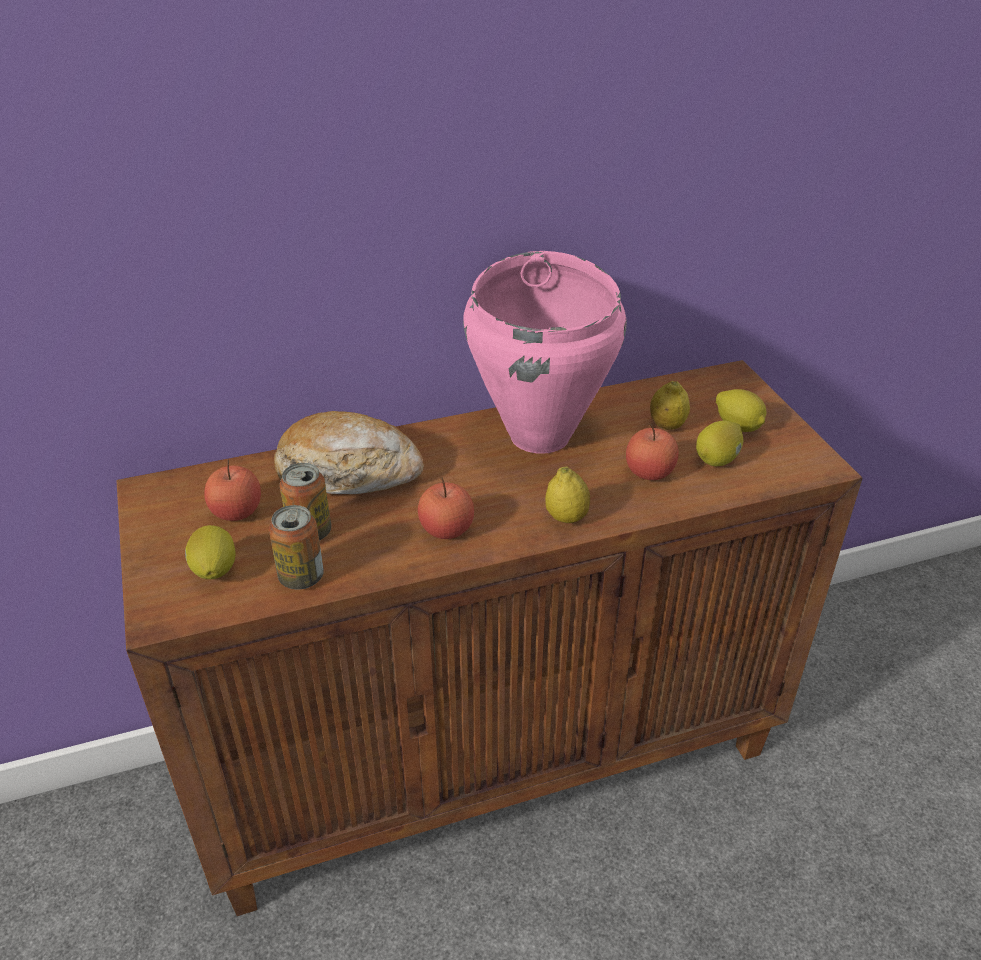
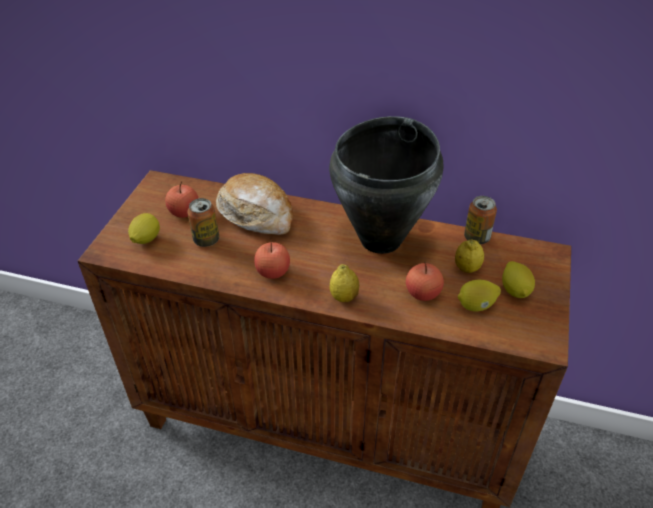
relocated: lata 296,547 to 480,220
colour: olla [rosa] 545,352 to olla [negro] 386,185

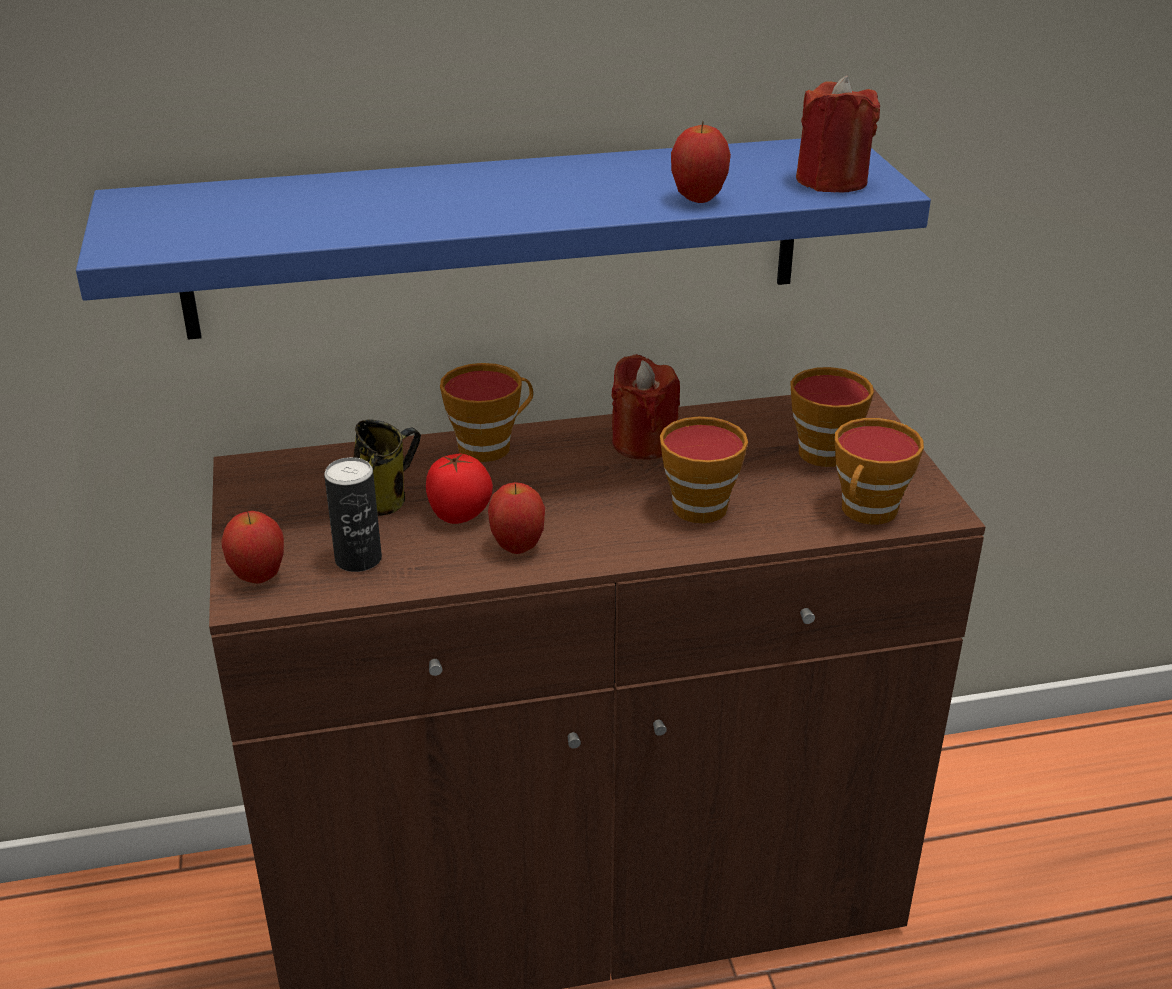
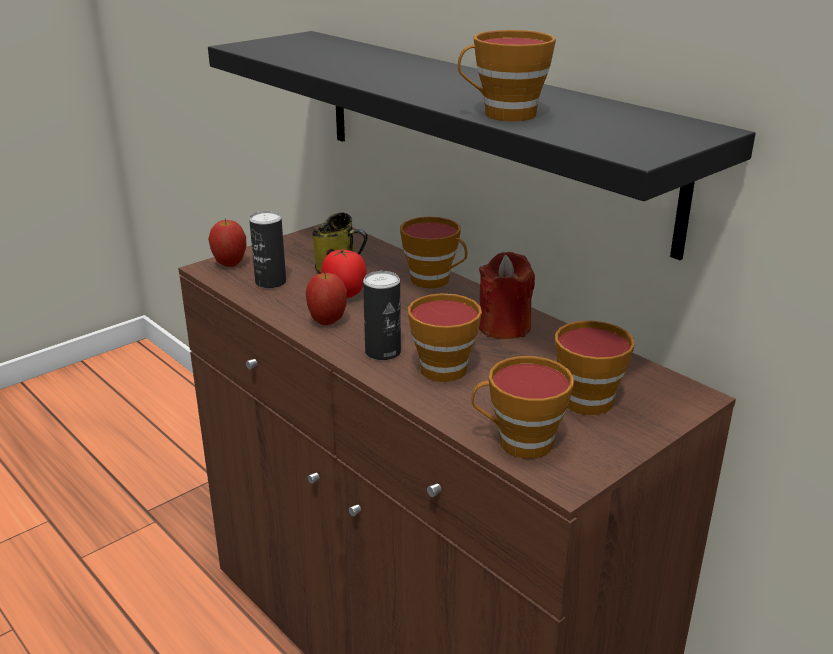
missing: vela [rojo] 838,134
appeared: lata 382,315
exchanged: manzana 701,162 to taza 507,75
colour: estante [azul] 503,239 to estante [negro] 481,145

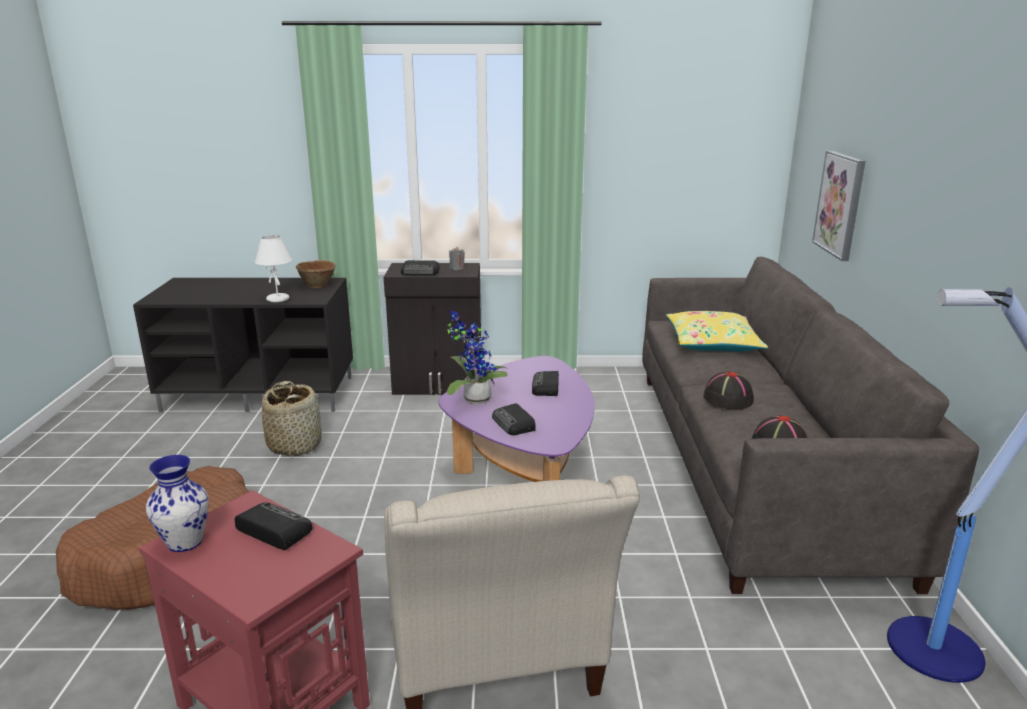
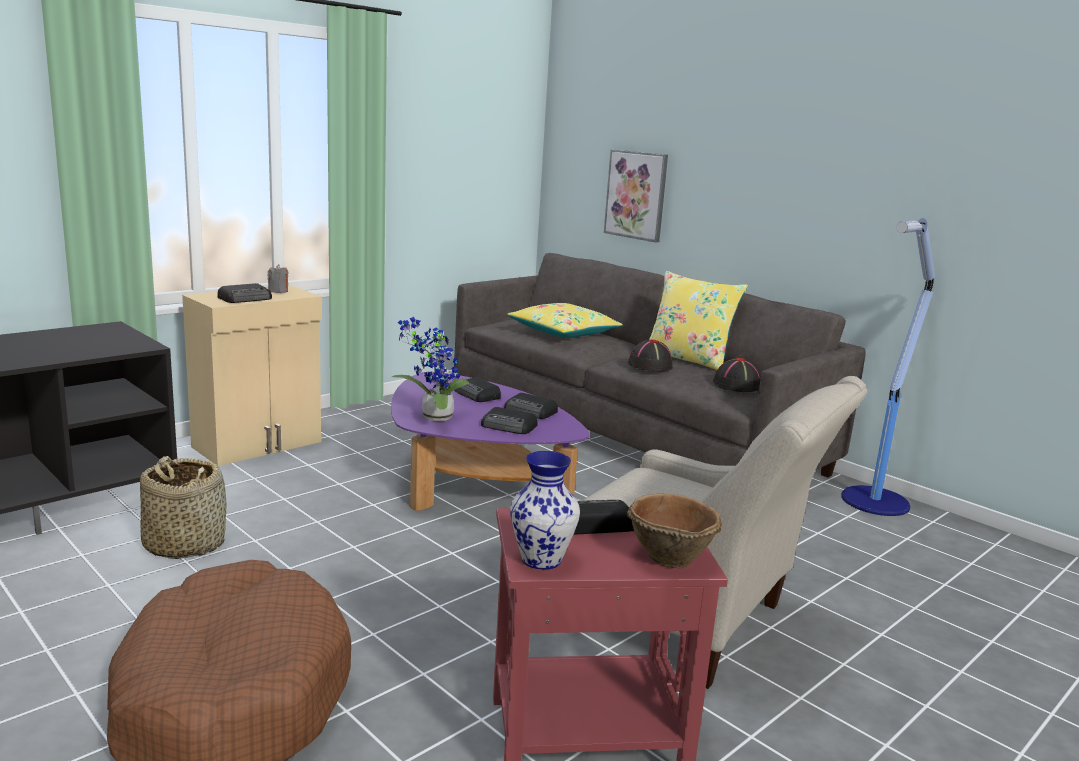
missing: lámpara de mesa [blanco] 273,268
appeared: radio 531,406; cojín [amarillo] 698,320
relocated: cuenco [marrón] 316,274 to 674,531
colour: armario [negro] 432,329 to armario [beis] 252,375

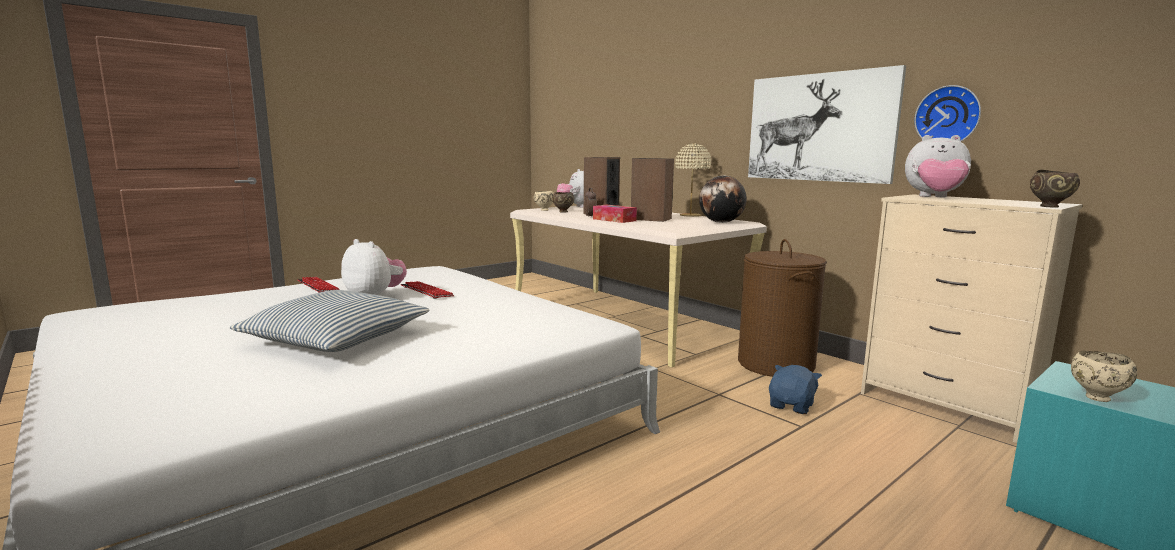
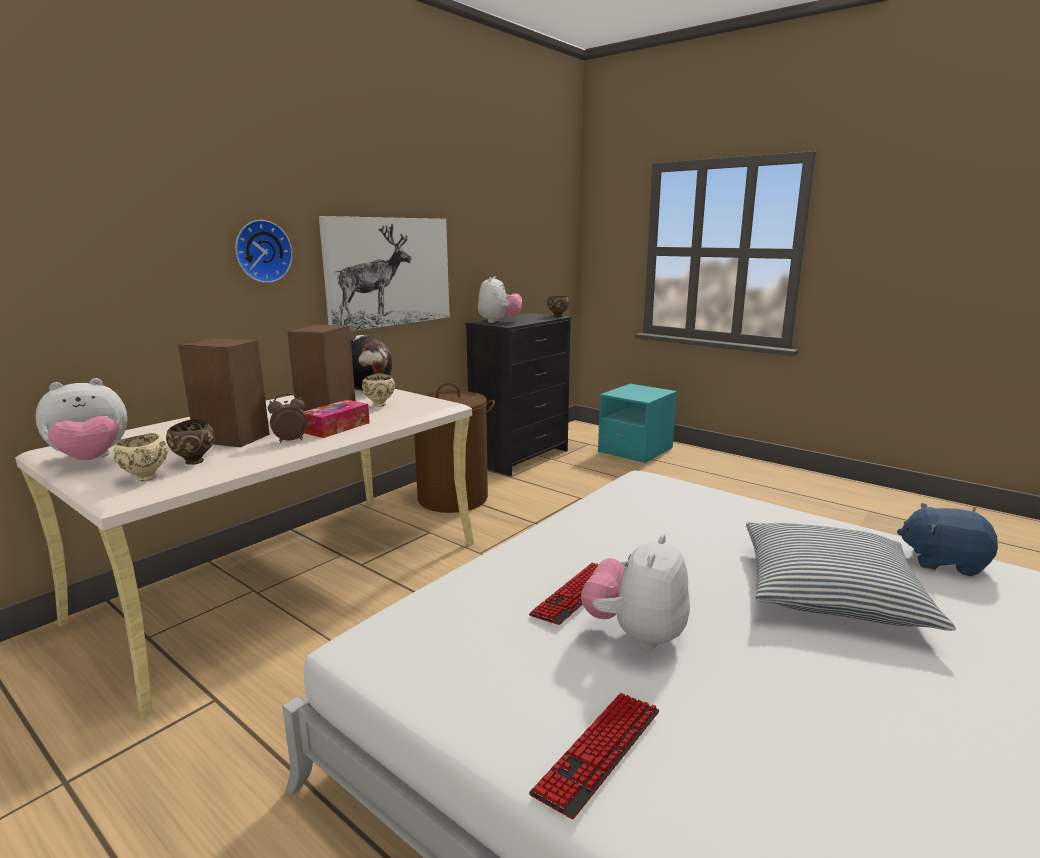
missing: lámpara de mesa [beis] 693,180
relocated: reloj de pared 947,113 to 264,251; cuenco [beis] 1104,376 to 378,390; peluche [azul] 795,389 to 947,539
colour: cómoda [beis] 971,318 to cómoda [negro] 518,394

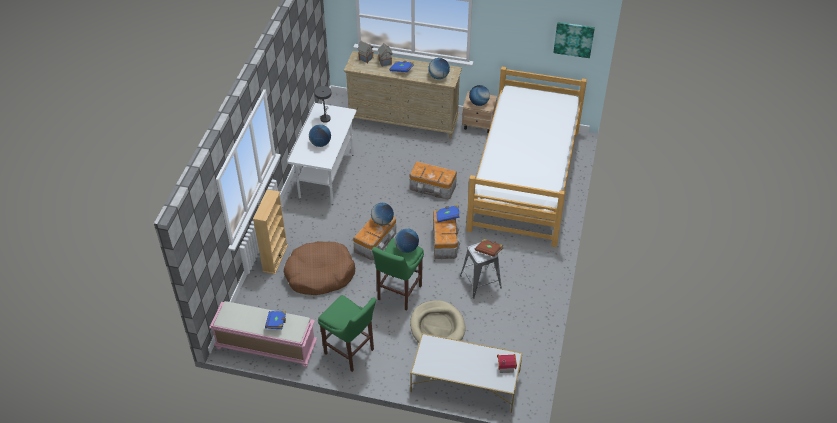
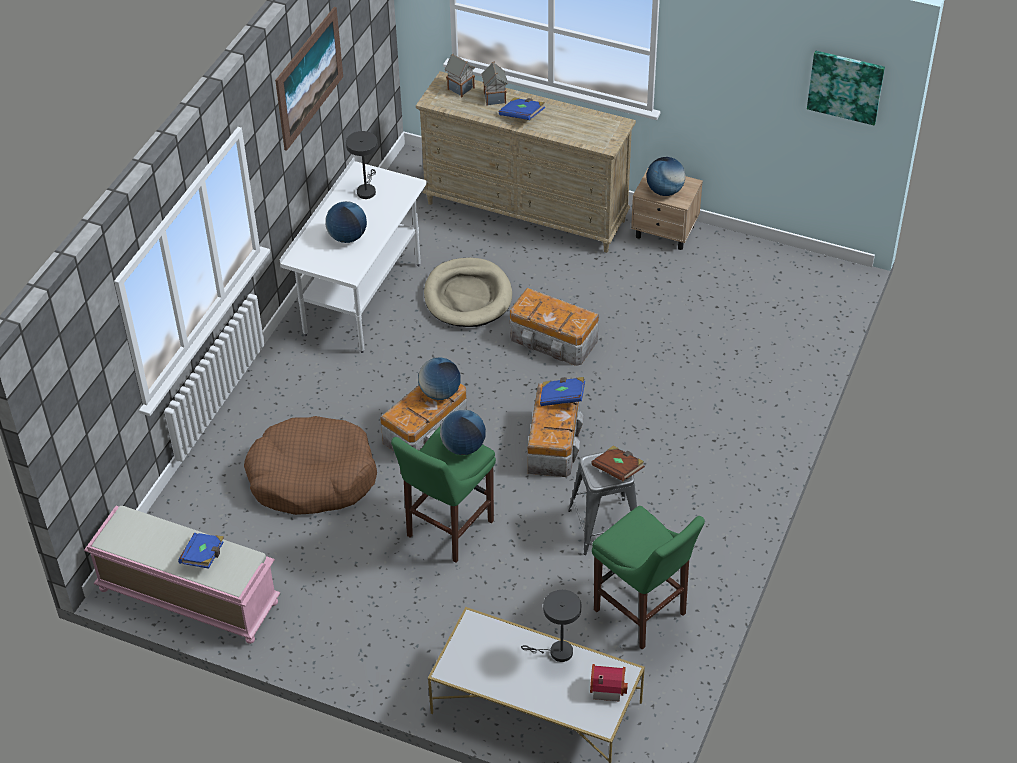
missing: estantería [beis] 270,231; globo terráqueo 439,68; cama 526,157
appeared: cuadro 309,79; lámpara de mesa [gris] 551,626
relocated: cama para perro [beis] 438,321 to 468,292; taburete [verde] 347,333 to 648,578

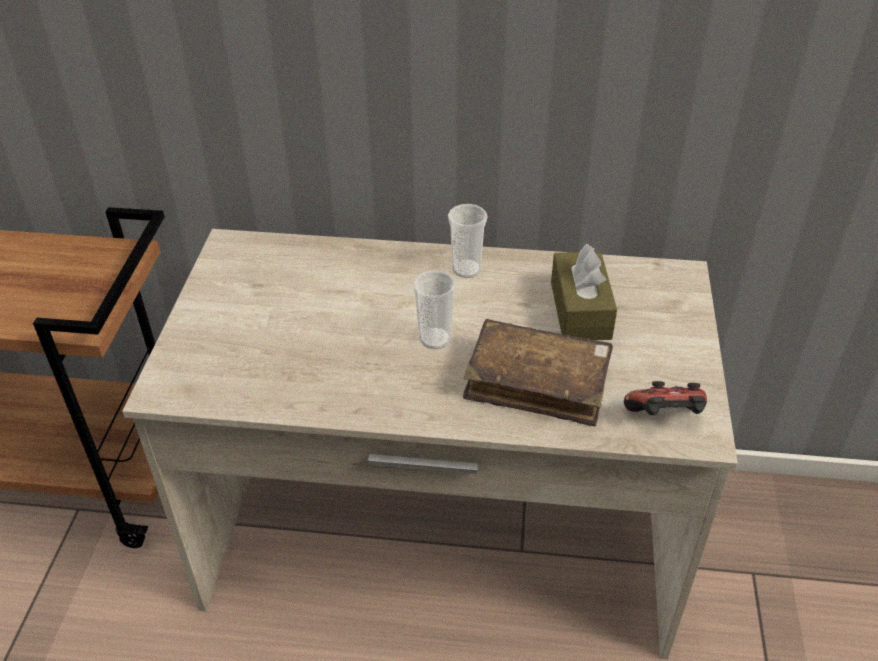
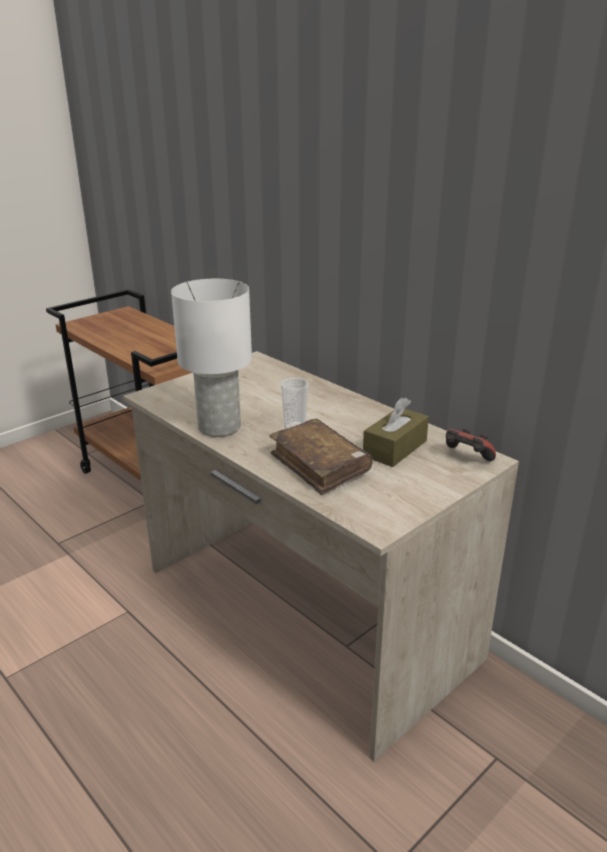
missing: taza 468,241
appeared: lámpara de mesa [blanco] 211,358
relocated: mando de consola 665,398 to 471,445

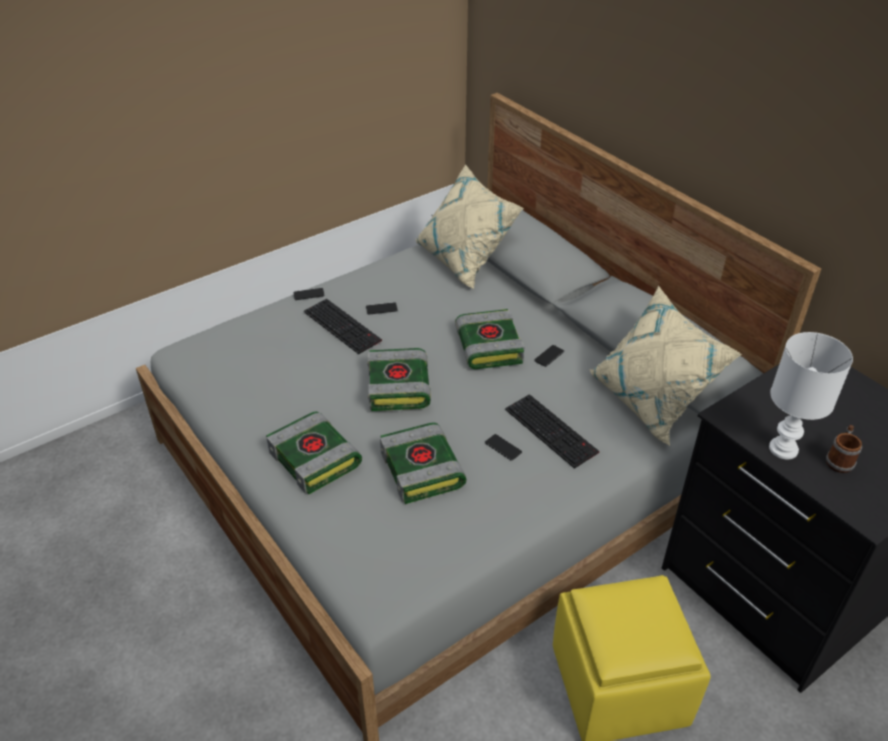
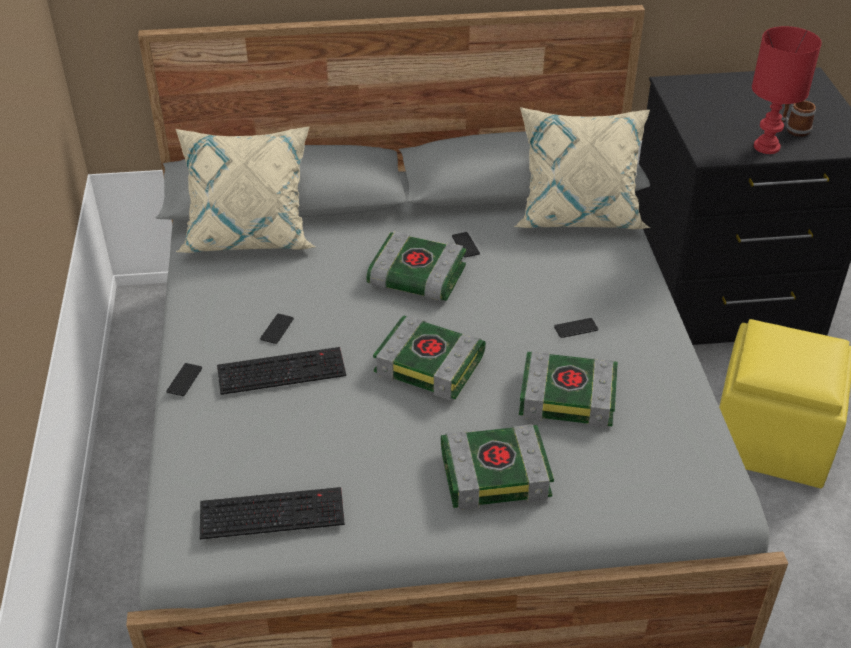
relocated: teclado 552,431 to 272,513
colour: lámpara de mesa [blanco] 811,395 to lámpara de mesa [rojo] 787,90

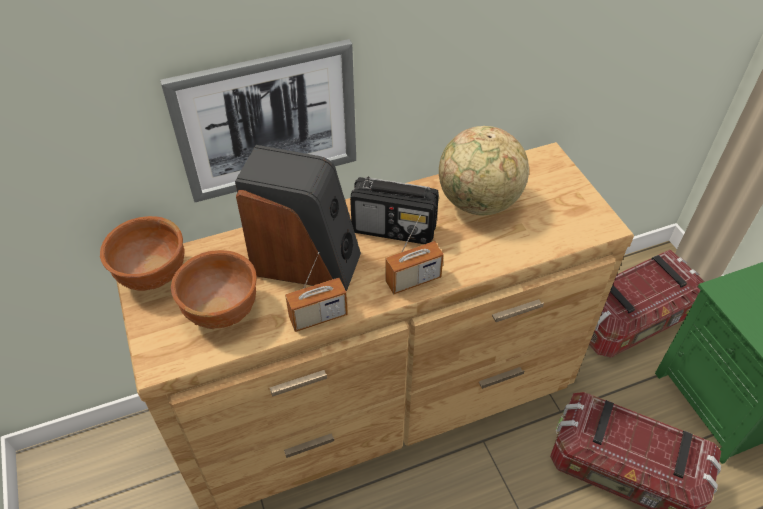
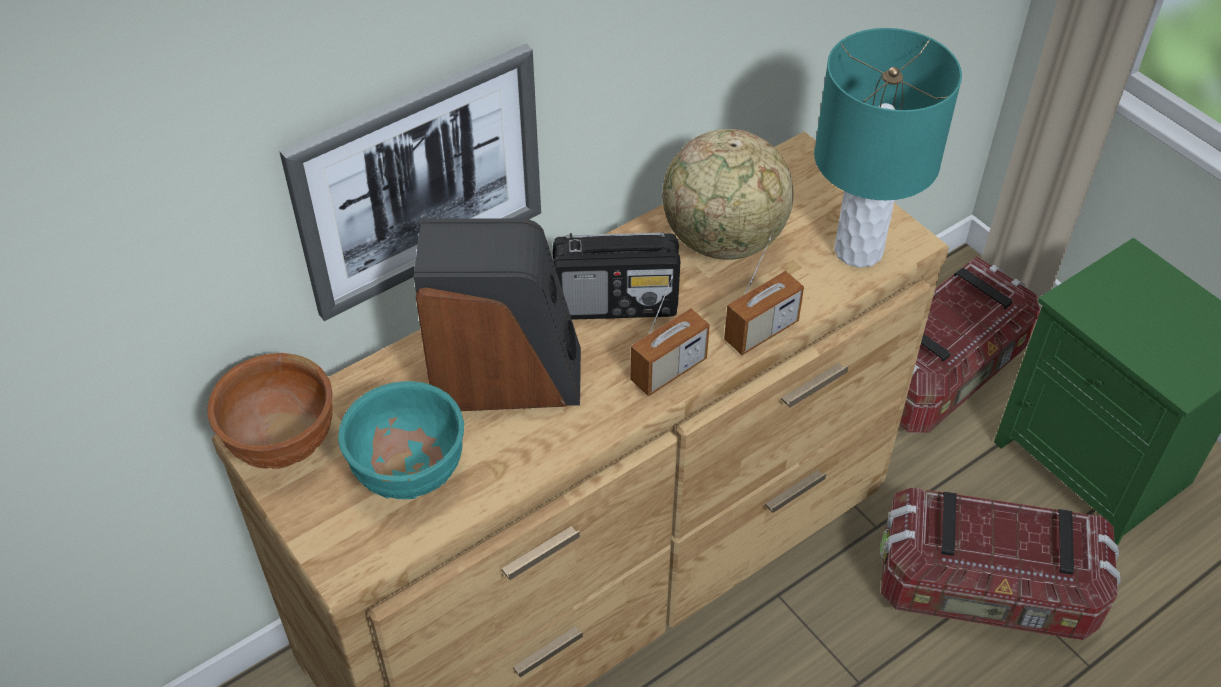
appeared: lámpara de mesa [turquesa] 888,148
relocated: radio 316,292 to 764,296
colour: cuenco [marrón] 214,289 to cuenco [turquesa] 401,440

